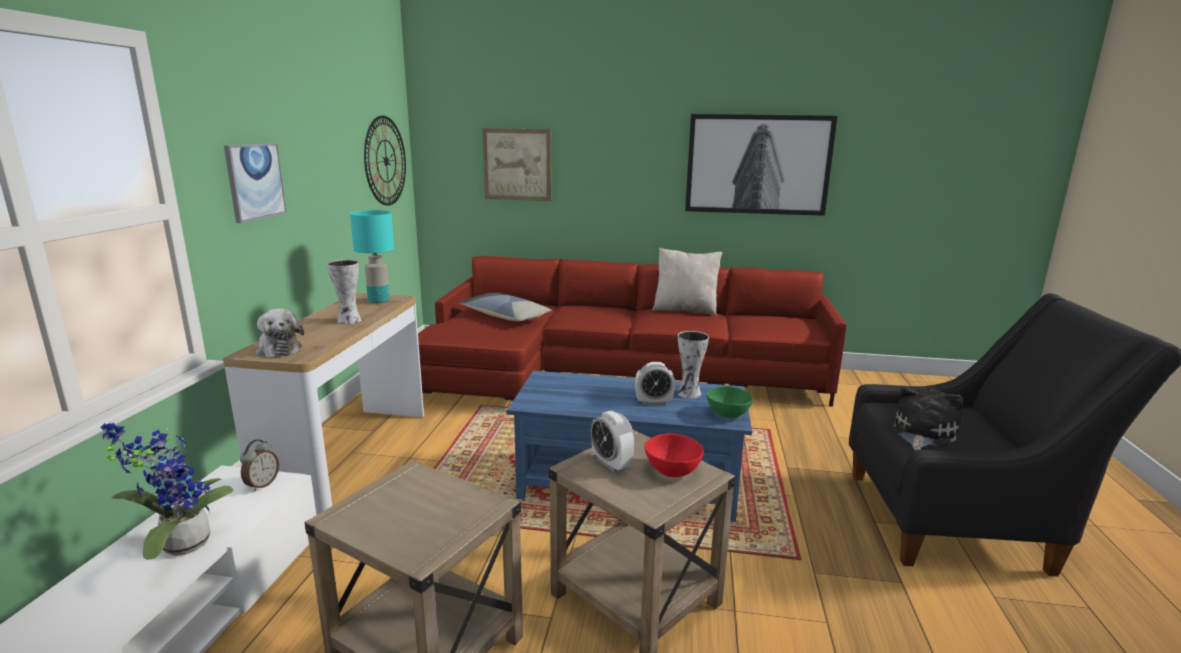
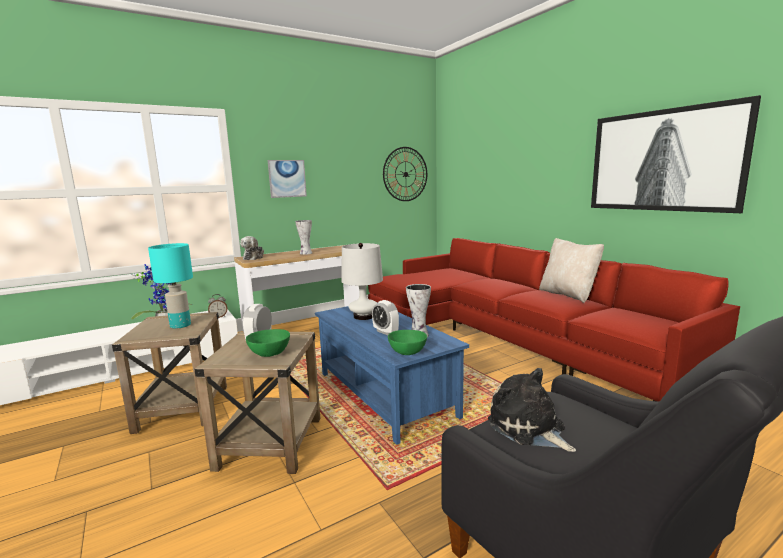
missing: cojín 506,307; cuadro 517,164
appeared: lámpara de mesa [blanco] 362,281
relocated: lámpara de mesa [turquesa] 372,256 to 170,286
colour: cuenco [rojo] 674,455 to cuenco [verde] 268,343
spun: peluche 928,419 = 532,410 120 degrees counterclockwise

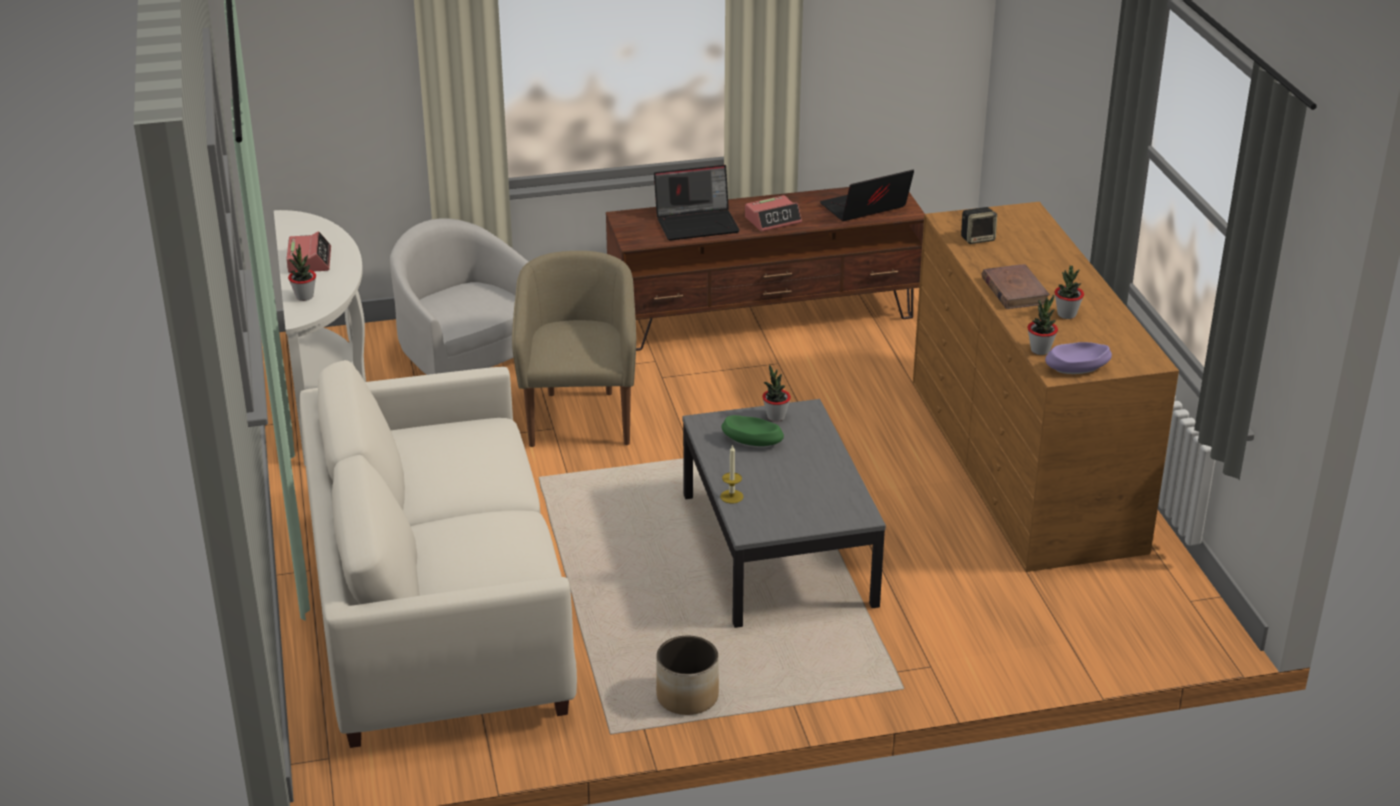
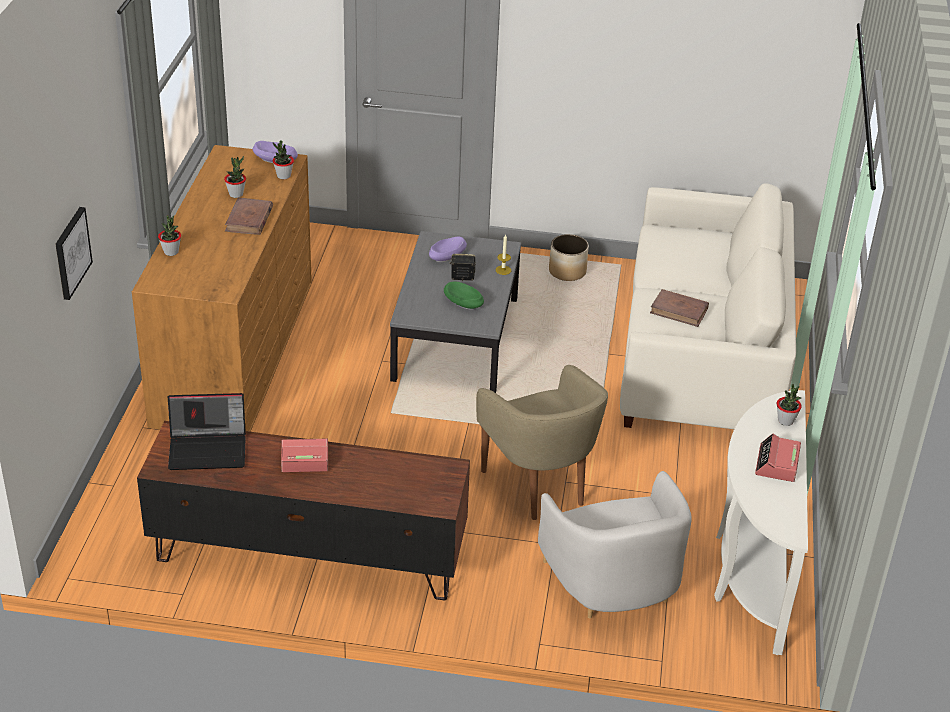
missing: portátil 697,203
appeared: cuadro 74,253; cuenco [morado] 448,249; libro [marrón] 679,308
relocated: planta en maceta 776,393 to 169,235; altavoz 979,225 to 462,267
spun: sillón [beis] 574,349 = 542,442 45 degrees counterclockwise

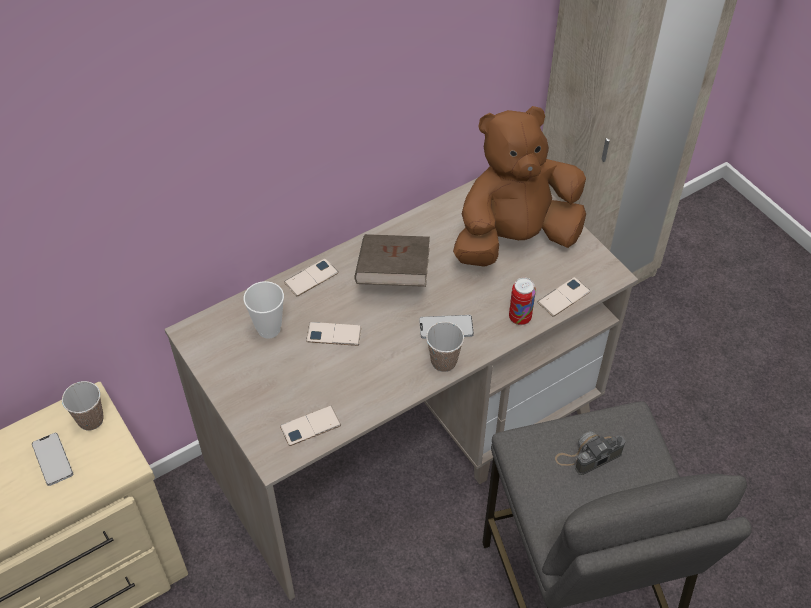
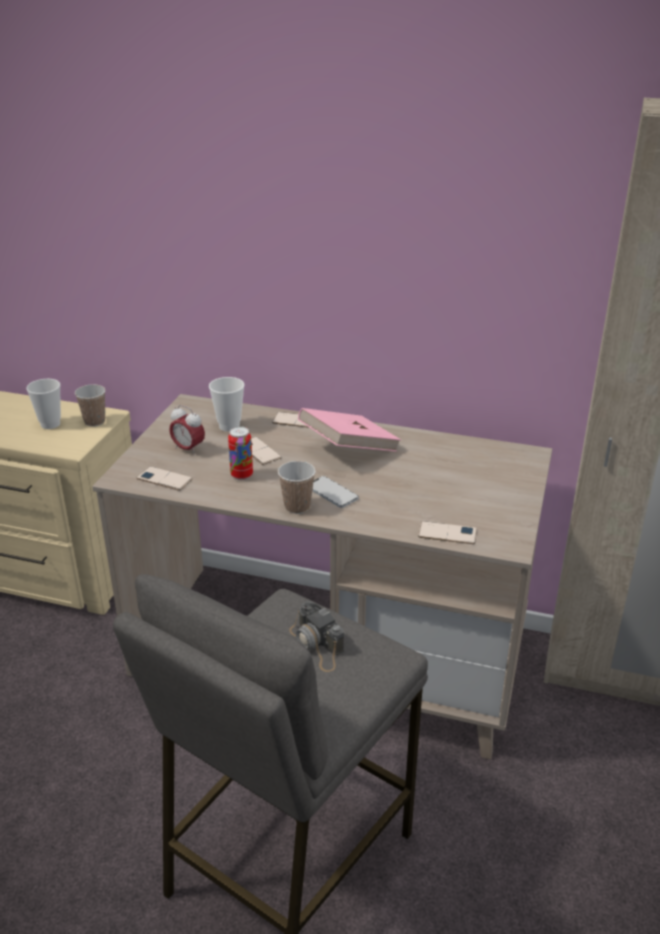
missing: peluche [marrón] 519,186
appeared: despertador 187,430
relocated: lata 522,301 to 240,453
exchanged: móvil 52,459 to taza 43,404
colour: libro [marrón] 392,260 to libro [rosa] 349,430
spun: cámara 590,453 = 316,636 150 degrees counterclockwise

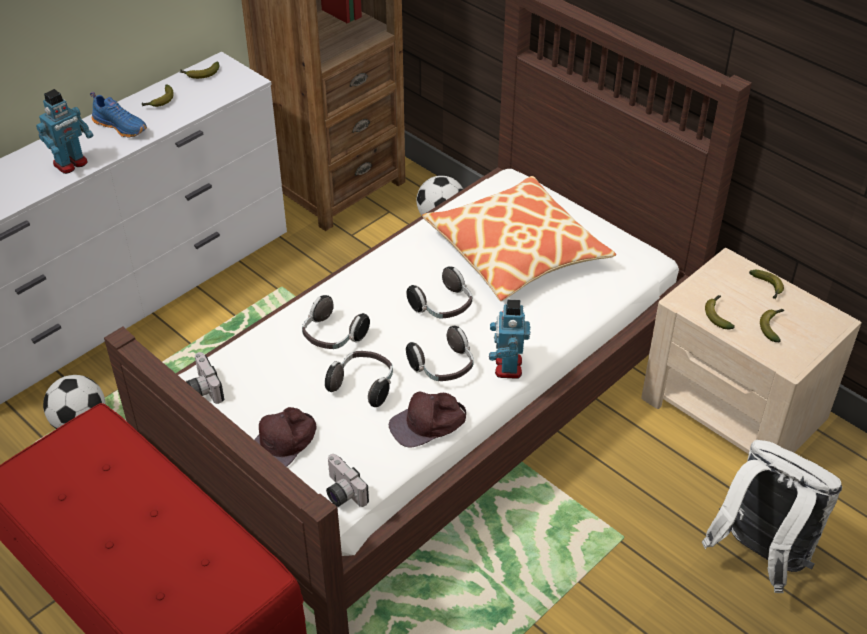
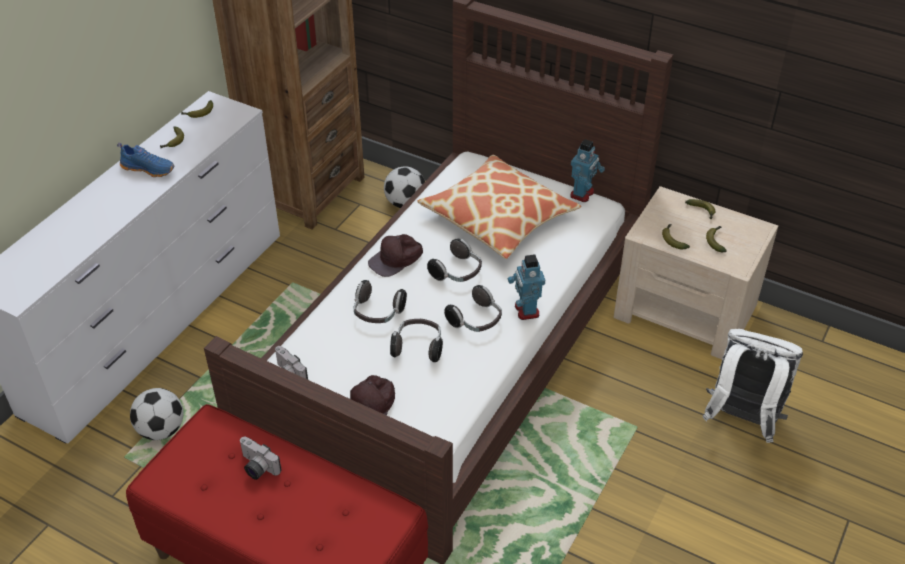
relocated: cámara 347,480 to 261,458; gorra [marrón] 427,419 to 395,255; robot de juguete 65,131 to 587,170

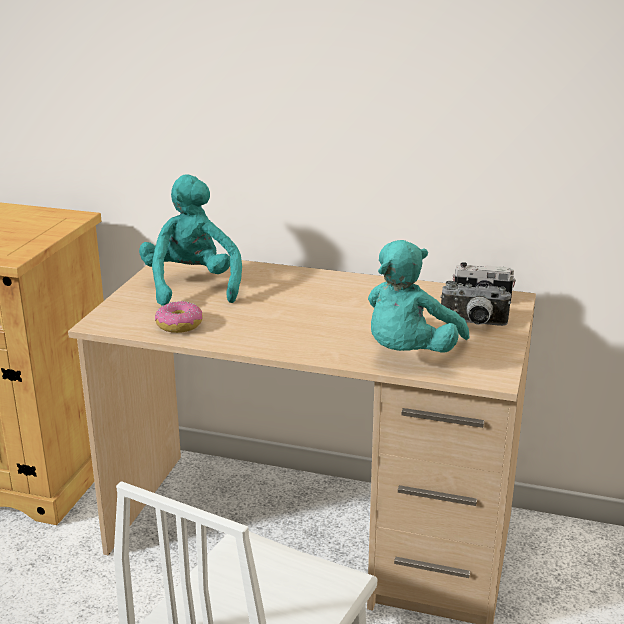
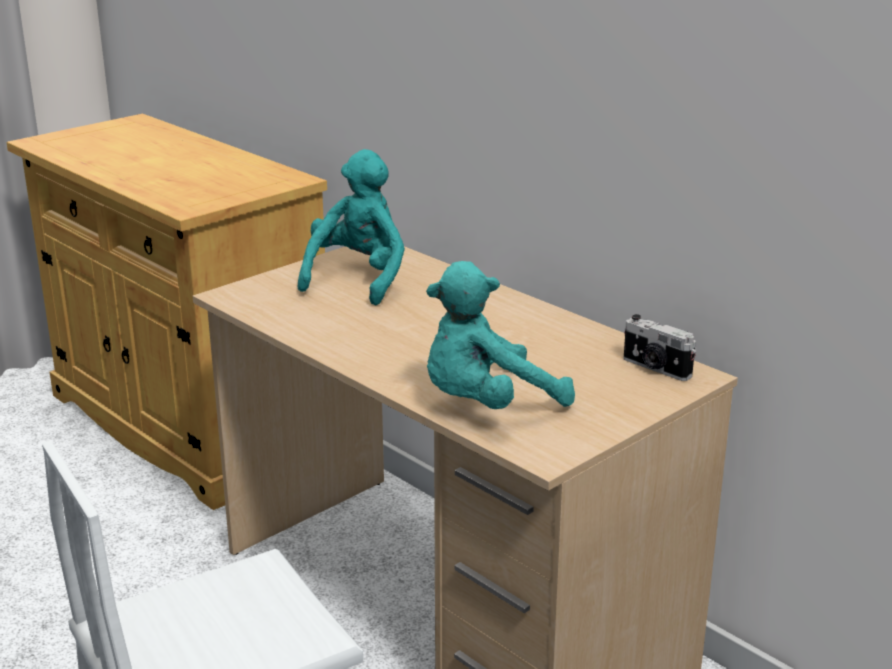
missing: rosquilla 179,317; cámara 475,303

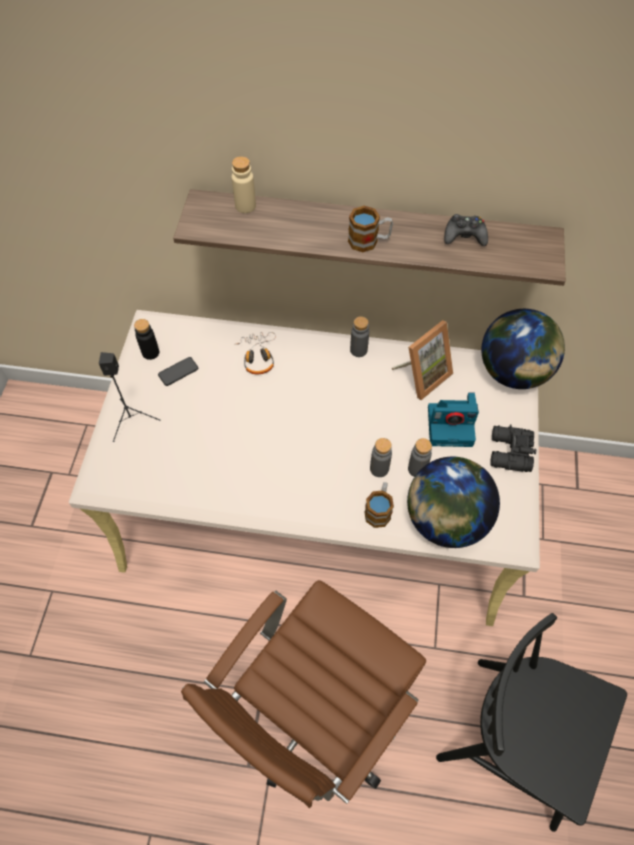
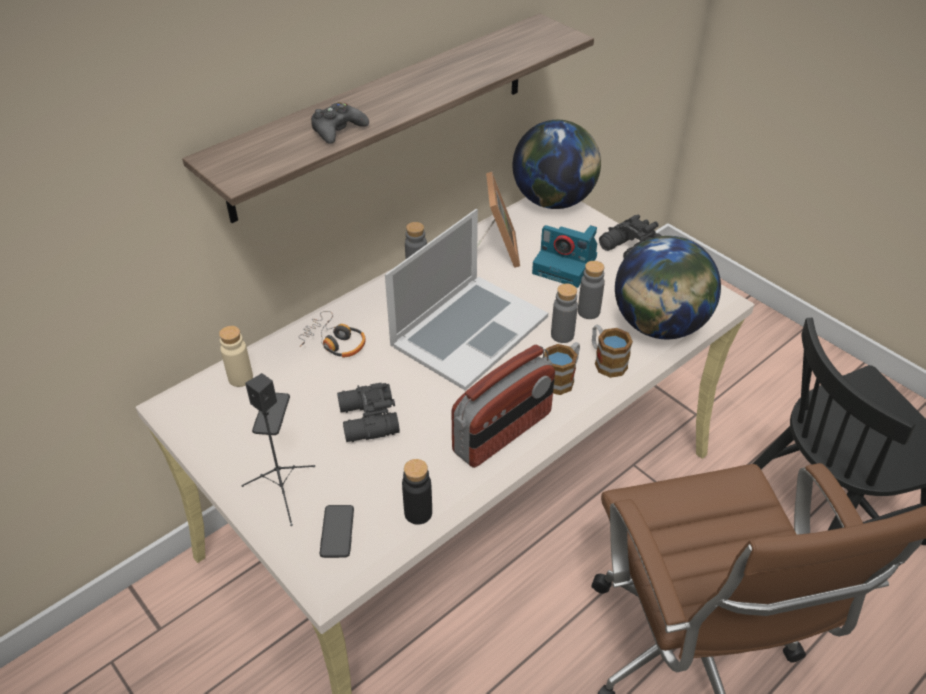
appeared: móvil 337,531; prismáticos [negro] 368,412; portátil 466,300; radio 503,406
relocated: botella [beis] 244,184 to 236,356; mando de consola [negro] 466,230 to 340,123; botella [negro] 146,339 to 417,492; taza grande 370,229 to 562,368
spun: cámara 453,419 = 564,256 75 degrees clockwise

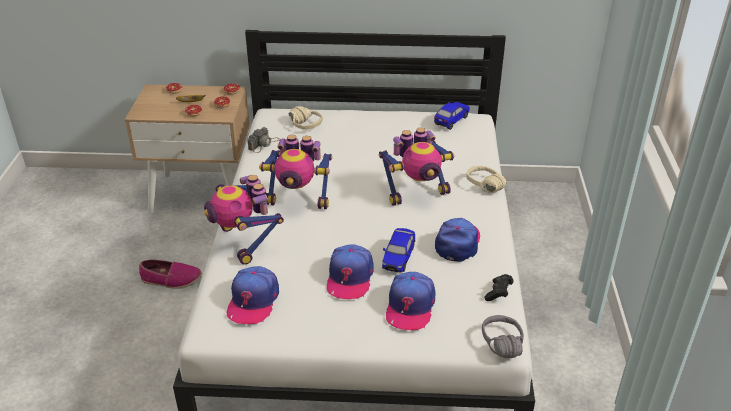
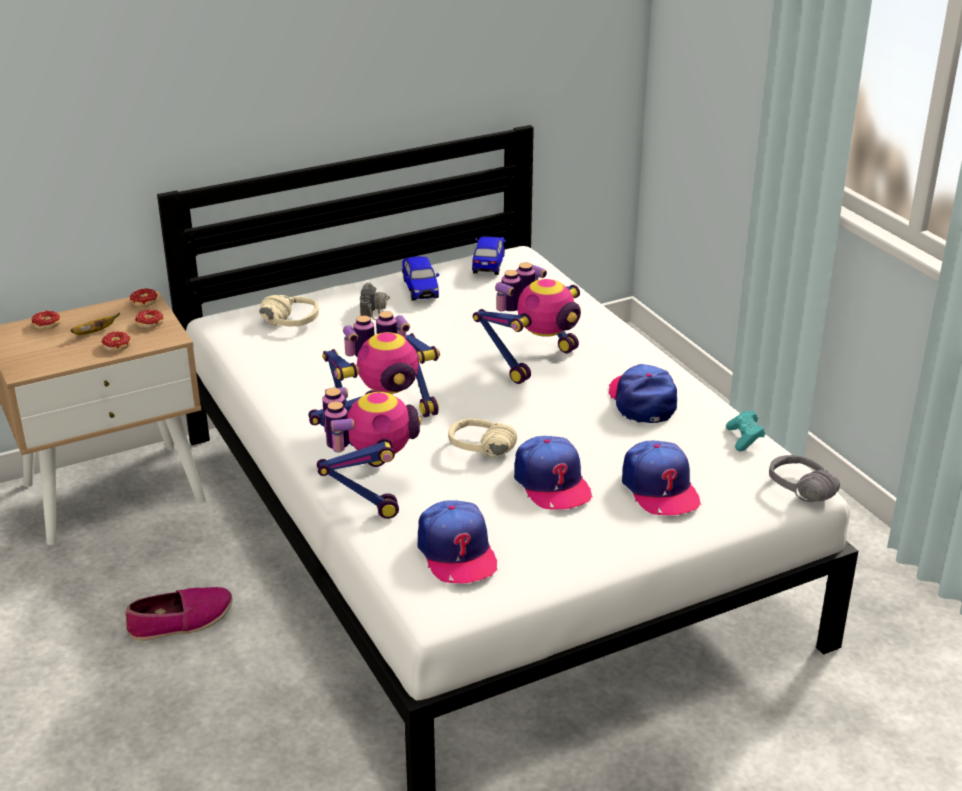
relocated: cámara 263,140 to 375,301; coche de juguete 398,250 to 420,278; auriculares [beis] 486,179 to 482,438
colour: mando de consola [negro] 499,287 to mando de consola [turquesa] 745,431
spun: robot de juguete 244,220 = 364,453 135 degrees counterclockwise

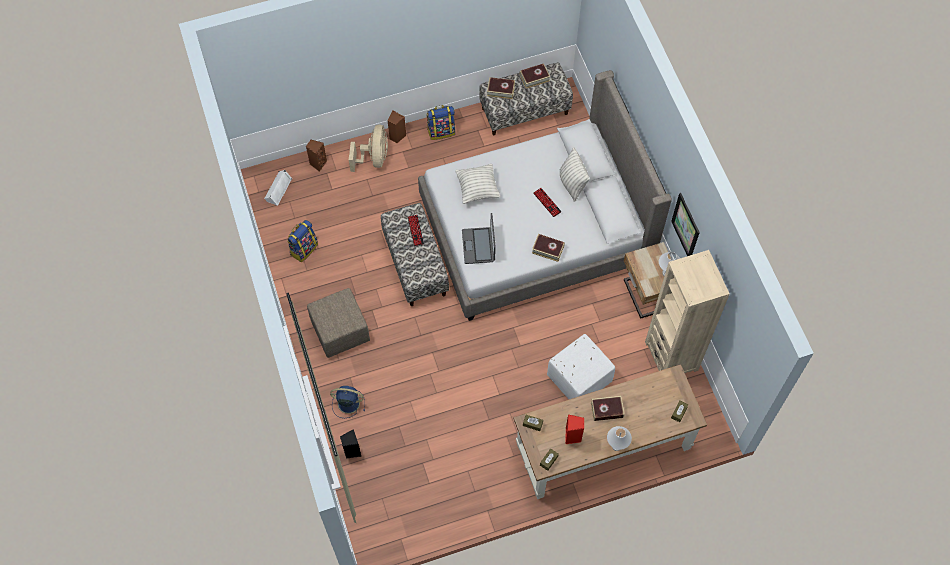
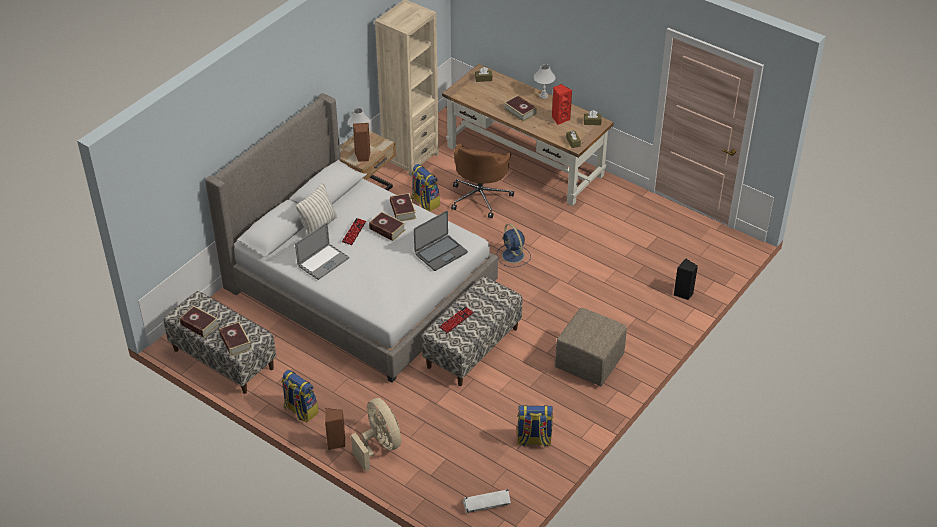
missing: cojín 477,184; cuadro 685,224
appeared: portátil 322,251; libro 387,226; mochila 425,187
relocated: altavoz [marrón] 316,156 to 361,142; ventilador [azul] 347,402 to 514,245
exchanged: puf [blanco] 581,366 to silla de oficina [marrón] 482,180
spun: ventilador [beis] 368,148 = 376,435 90 degrees clockwise

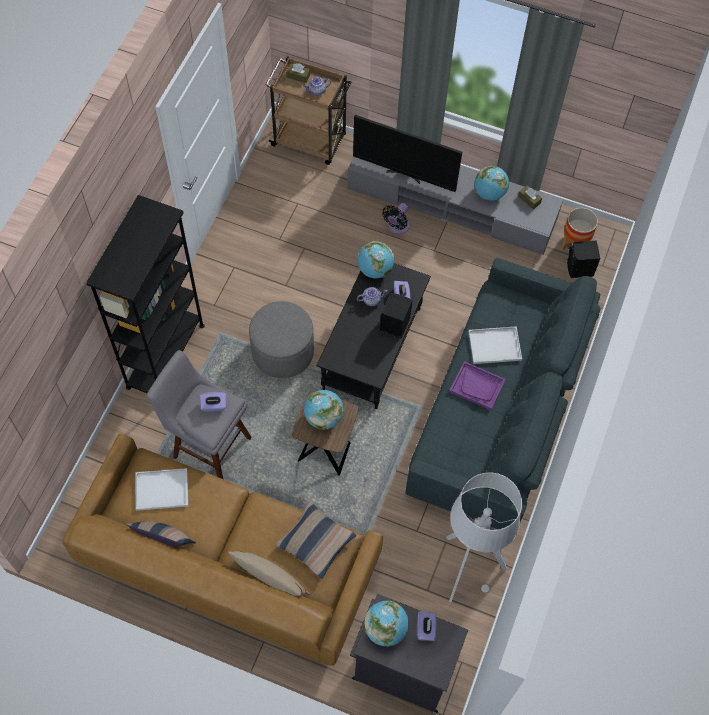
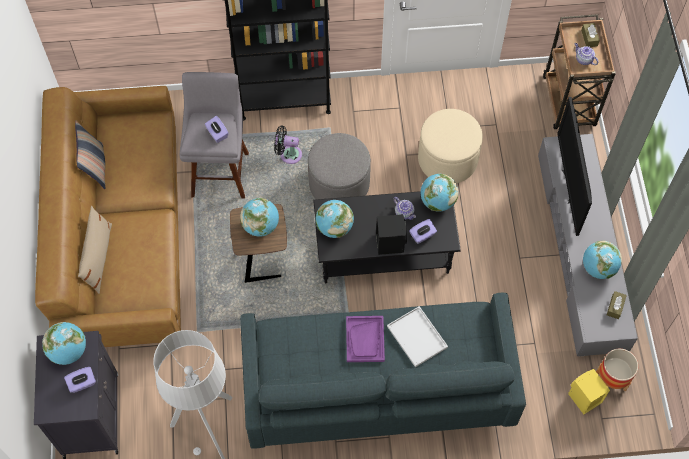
missing: bandeja [blanco] 161,489; cojín 315,540
appeared: globo terráqueo 334,219; puf [beis] 450,146
relocated: ventilador [negro] 396,218 to 288,144
colour: altavoz [negro] 584,259 to altavoz [amarillo] 589,391

